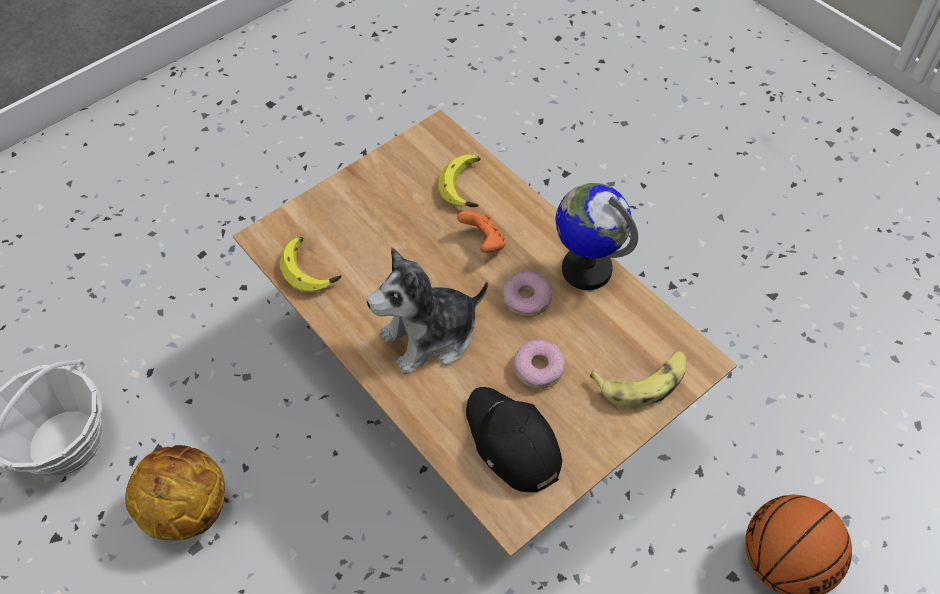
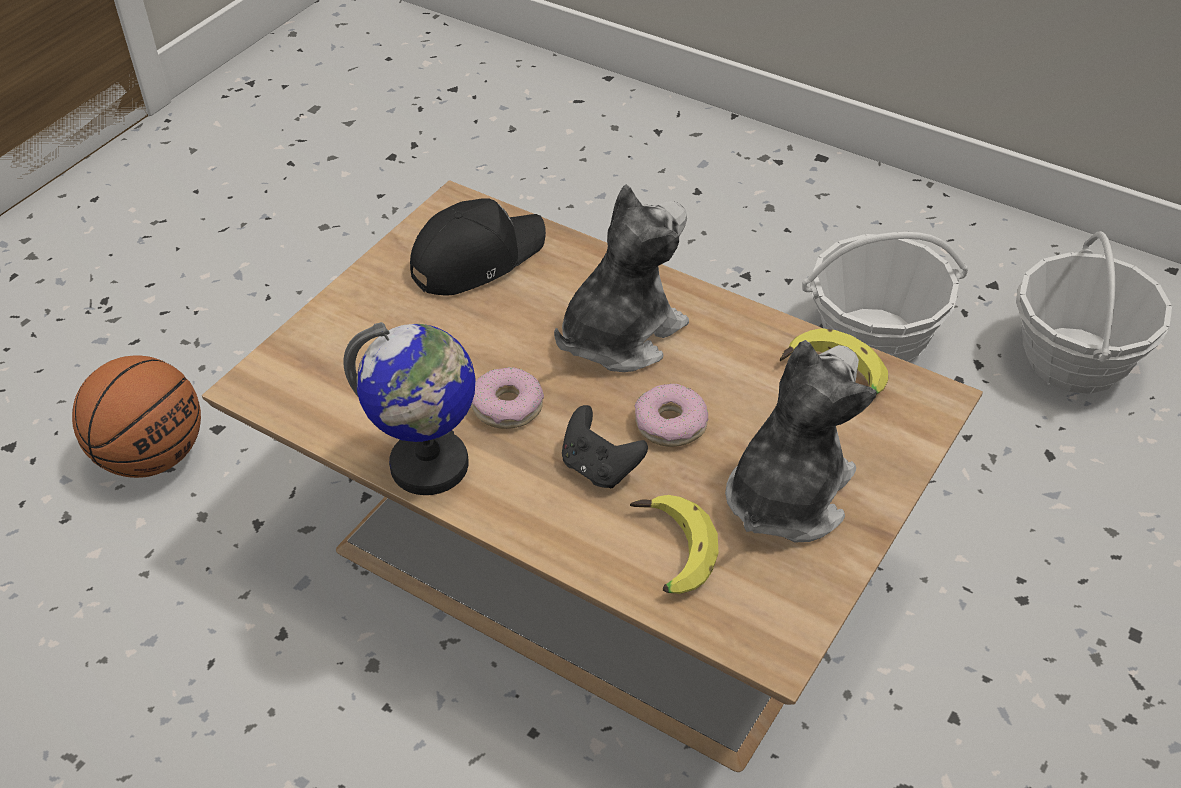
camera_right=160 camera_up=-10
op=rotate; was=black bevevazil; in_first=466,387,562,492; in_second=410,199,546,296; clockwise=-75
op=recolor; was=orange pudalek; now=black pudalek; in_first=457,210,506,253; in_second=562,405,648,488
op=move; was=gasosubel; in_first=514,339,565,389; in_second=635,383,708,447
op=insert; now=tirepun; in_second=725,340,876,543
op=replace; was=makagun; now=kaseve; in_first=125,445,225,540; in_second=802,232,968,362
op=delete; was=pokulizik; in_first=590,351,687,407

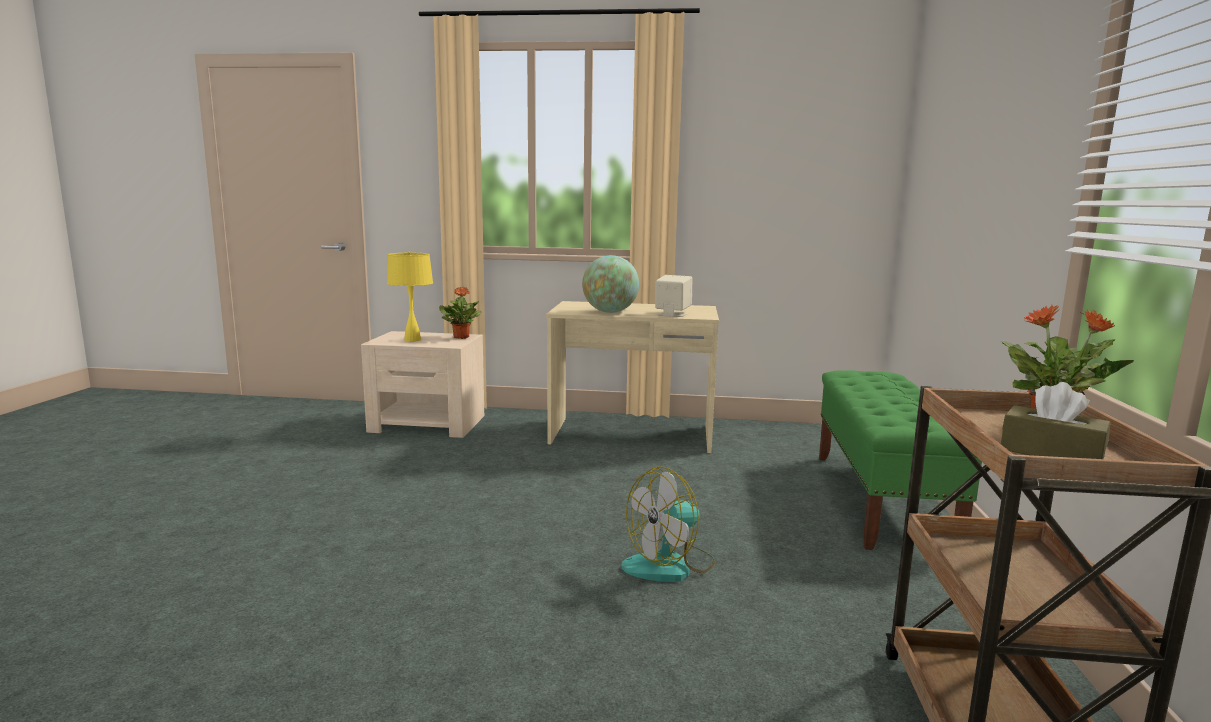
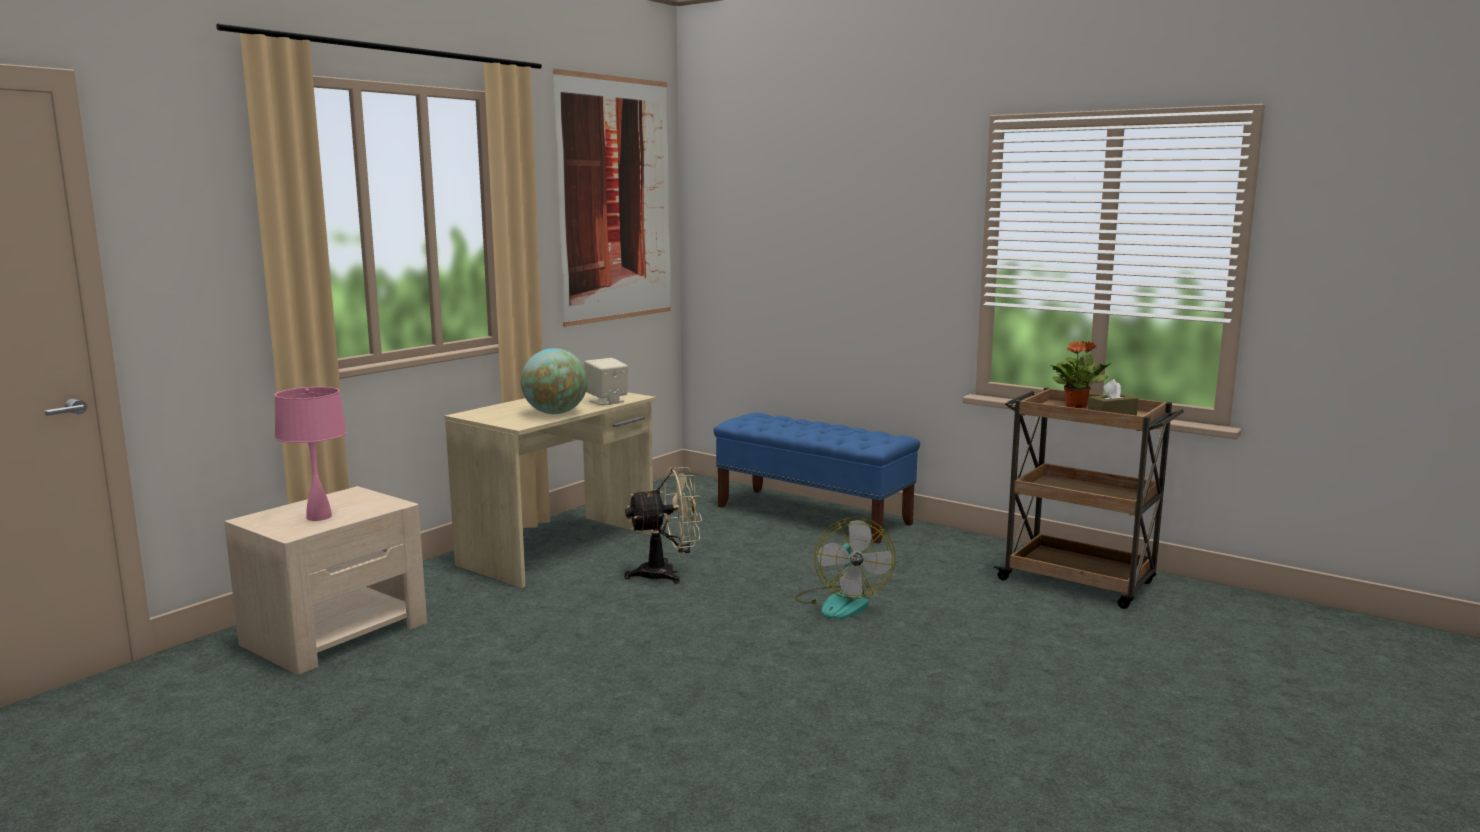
camera_right=-60 camera_up=0
op=recolor; was=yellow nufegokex; now=pink nufegokex; in_first=387,252,433,342; in_second=274,387,347,521
op=insert; now=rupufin; in_second=553,69,671,327
op=insert; now=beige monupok; in_second=624,467,702,584
op=recolor; was=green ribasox; now=blue ribasox; in_first=819,370,982,550; in_second=714,413,920,544
op=delete; was=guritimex; in_first=439,287,482,339

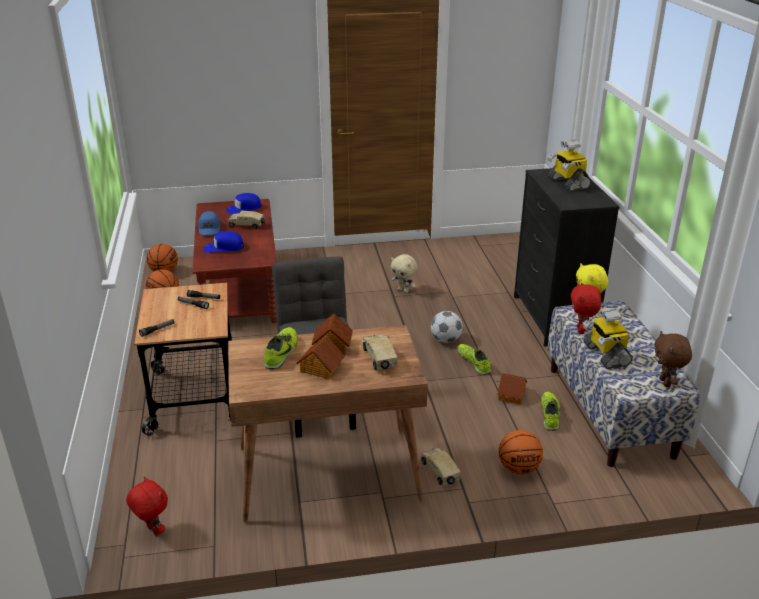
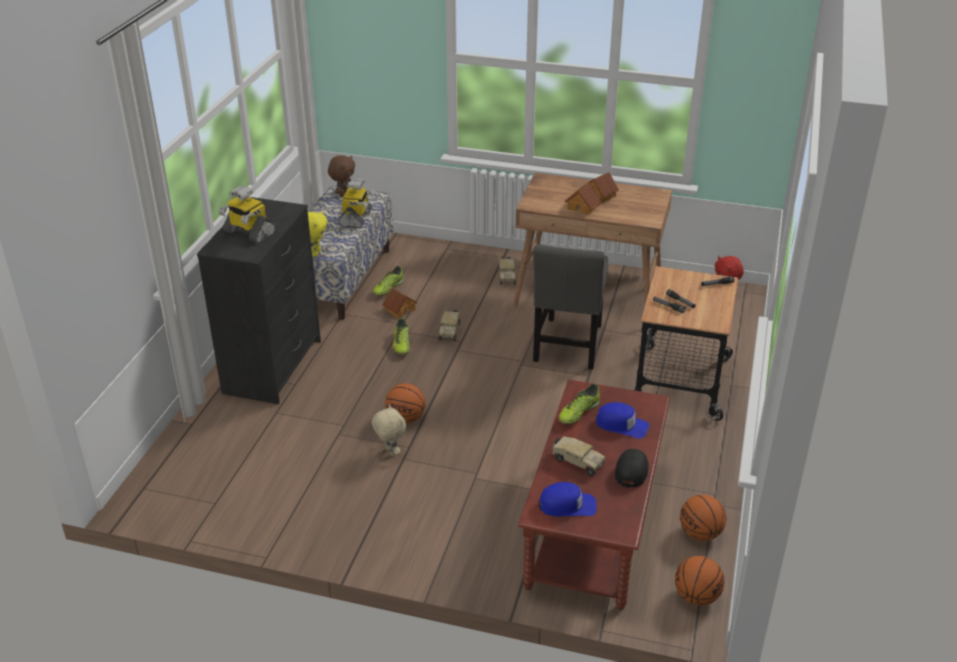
camera_right=-155 camera_up=5
op=rotate; was=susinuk; in_first=547,140,591,191; in_second=218,186,276,244; clockwise=120
op=move; was=makagun; in_first=499,430,543,474; in_second=385,383,425,424
op=move; was=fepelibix; in_first=363,334,398,370; in_second=439,310,460,341
op=move; was=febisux; in_first=264,327,298,370; in_second=559,383,600,425
op=recolor; was=blue bevevazil; now=black bevevazil; in_first=198,211,220,235; in_second=615,449,649,488
op=delete; was=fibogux; in_first=431,311,463,343
op=delete; was=red tirepun; in_first=571,282,601,334

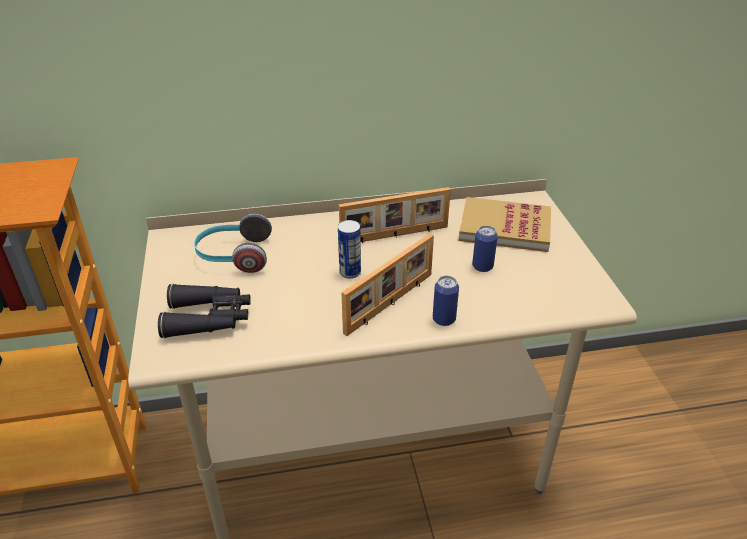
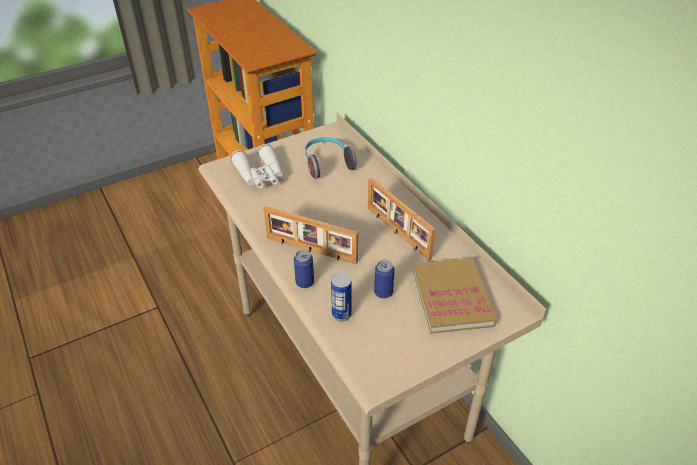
camera_right=70 camera_up=5
op=recolor; was=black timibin; now=white timibin; in_first=158,284,251,338; in_second=230,144,283,188
op=move; was=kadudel; in_first=338,220,361,279; in_second=331,272,352,321

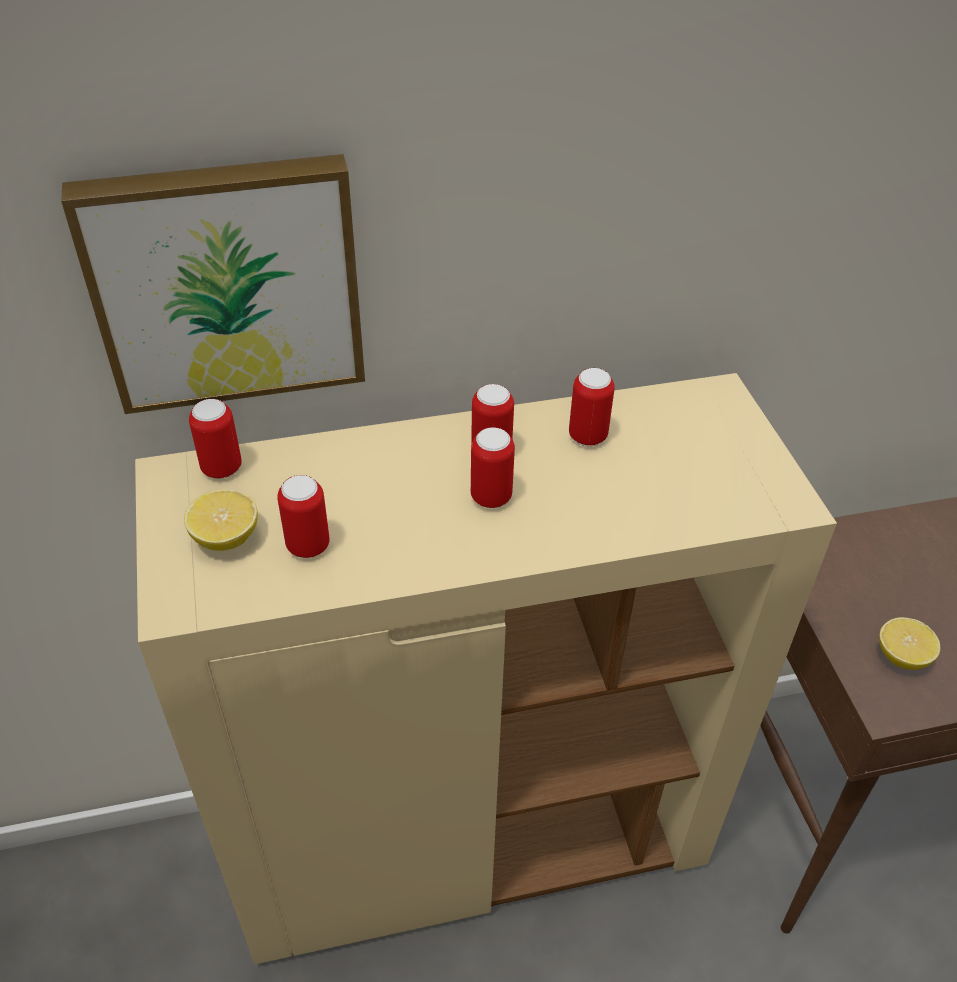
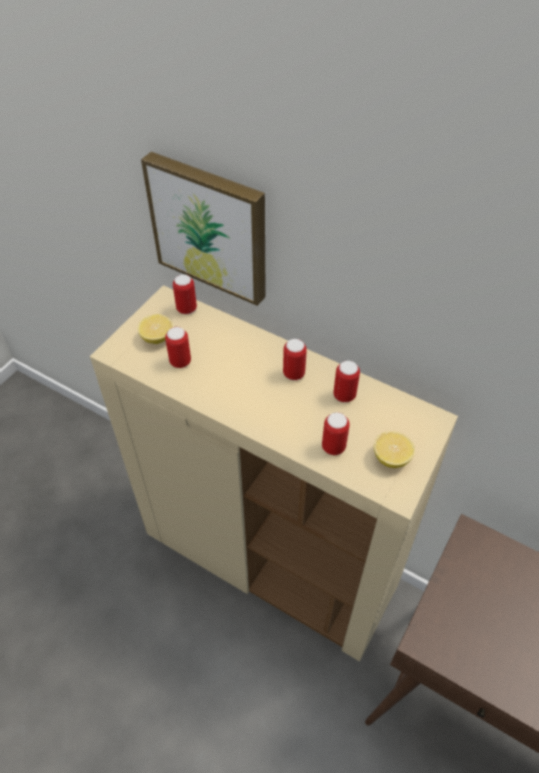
camera_right=45 camera_up=5
op=move; was=kadudel; in_first=471,427,515,508; in_second=322,412,350,455
op=move; was=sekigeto; in_first=879,617,940,670; in_second=374,431,415,468

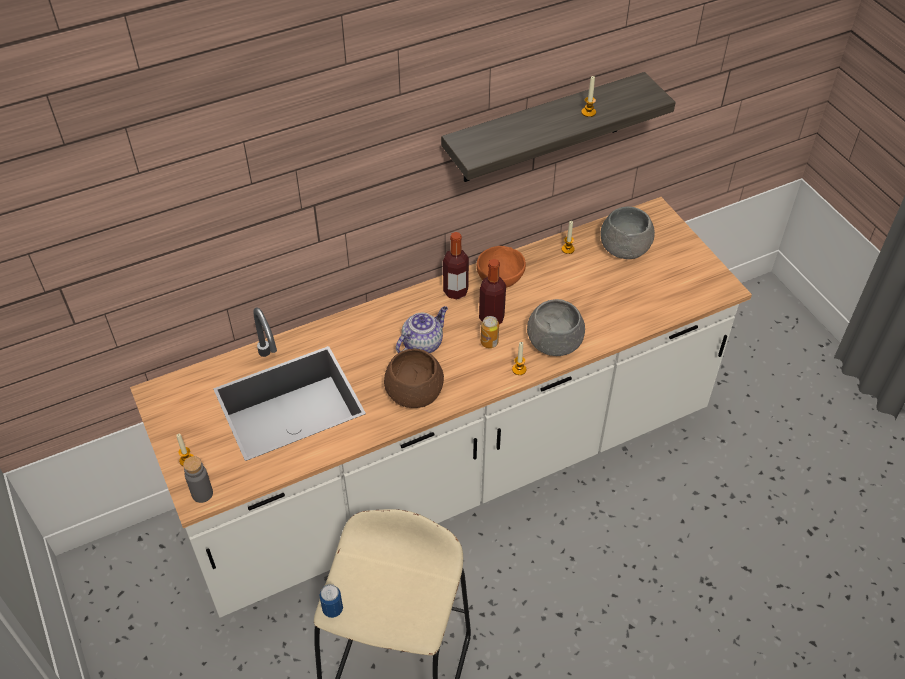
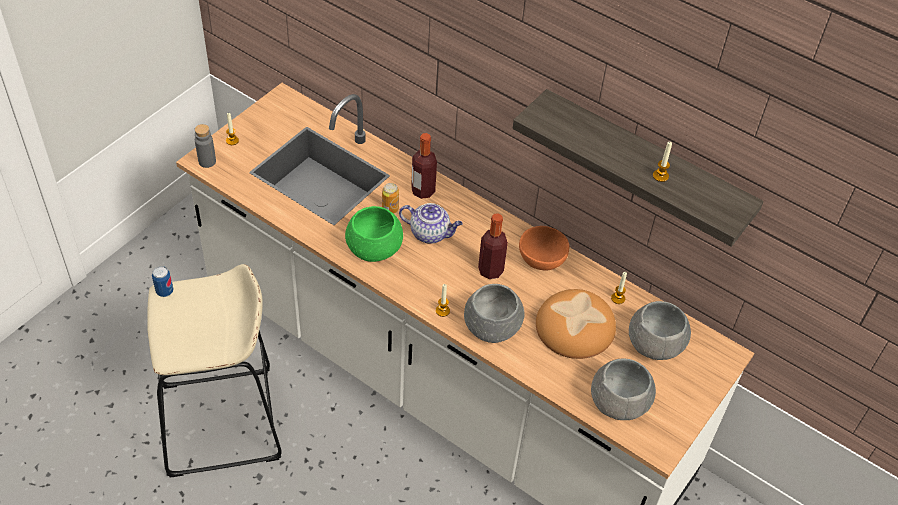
camera_right=60 camera_up=0
op=recolor; was=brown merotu; now=green merotu; in_first=384,349,444,408; in_second=345,206,403,262
op=move; was=kadudel; in_first=481,316,499,348; in_second=382,183,399,214
op=move; was=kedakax; in_first=443,232,469,299; in_second=411,133,437,199
op=insert; now=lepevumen; in_second=536,289,616,359
op=insert; now=grey merotu; in_second=591,359,656,420

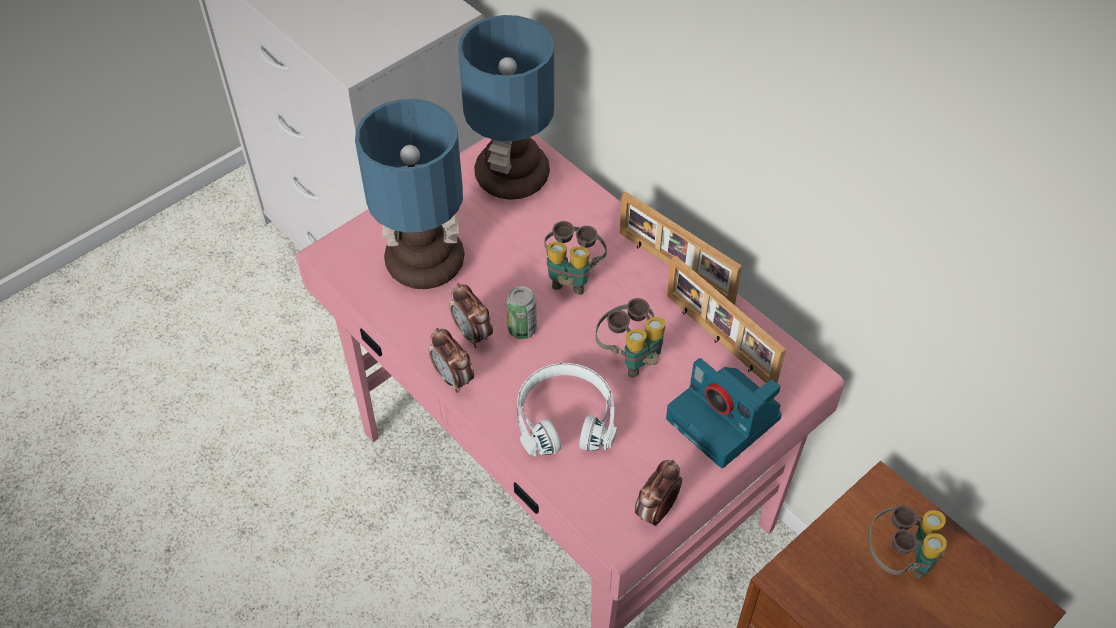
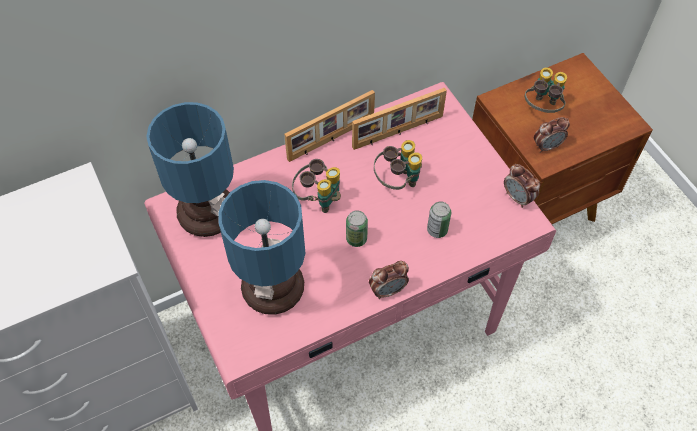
camera_right=-75 camera_up=5
op=replace; was=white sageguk; now=kadudel; in_first=517,363,617,457; in_second=427,201,451,238
op=move; was=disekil; in_first=450,283,493,348; in_second=534,117,570,153
op=delete; was=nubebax; in_first=666,358,782,468

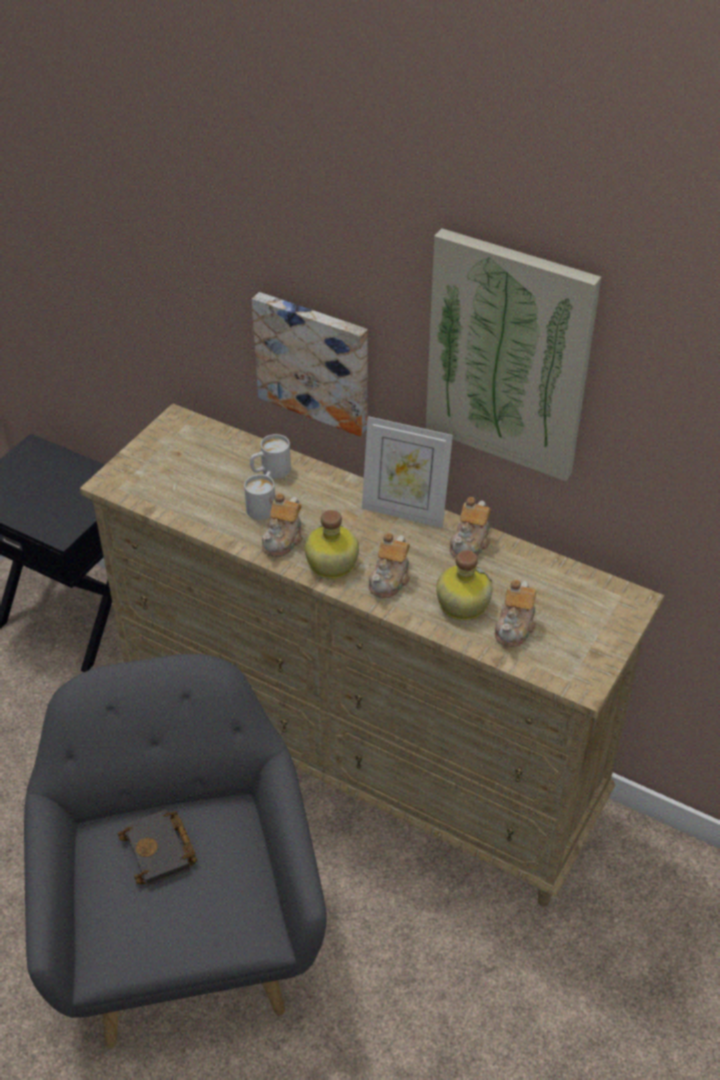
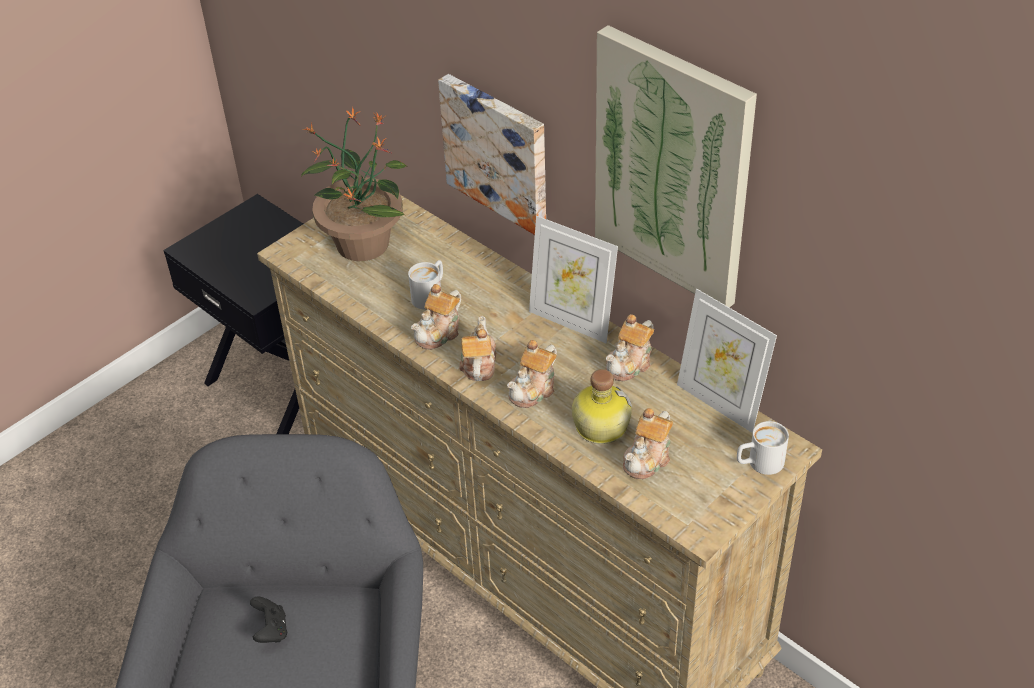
camera_right=15 camera_up=0
op=replace; was=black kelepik; now=black pudalek; in_first=118,809,197,886; in_second=250,597,287,643
op=insert; now=guritimex; in_second=300,107,406,261
op=replace; was=kedakax; now=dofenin; in_first=305,510,359,579; in_second=459,316,496,381
op=insert; now=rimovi; in_second=677,289,777,433
op=move; was=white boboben; in_first=250,434,291,479; in_second=737,421,789,475

